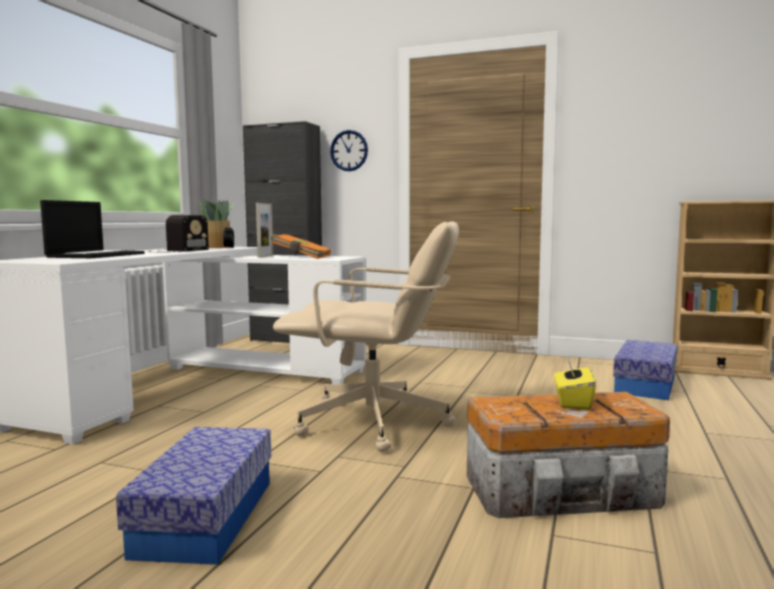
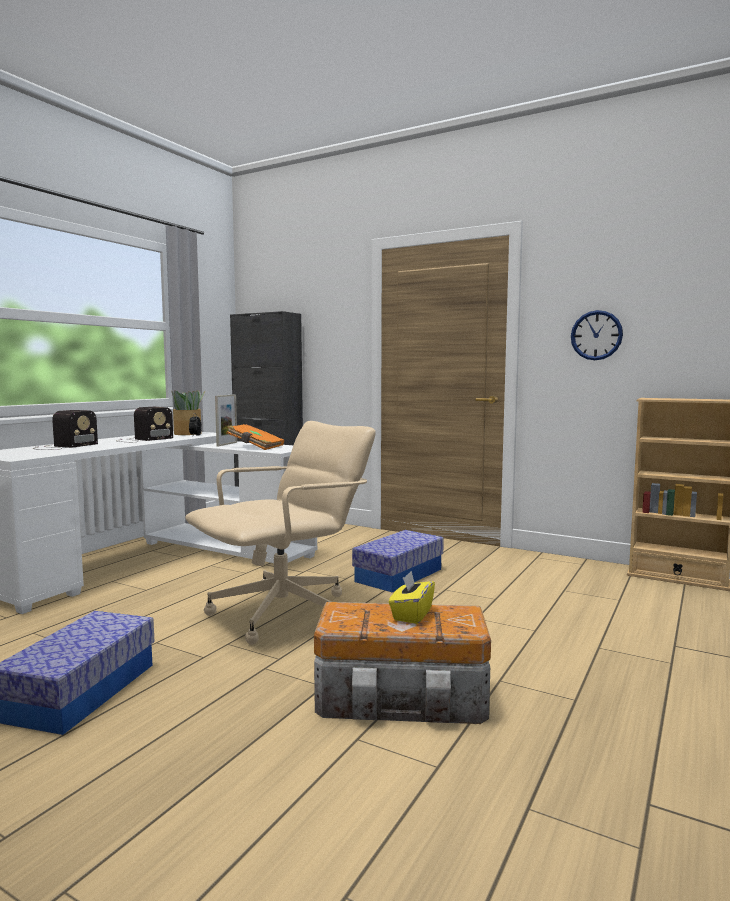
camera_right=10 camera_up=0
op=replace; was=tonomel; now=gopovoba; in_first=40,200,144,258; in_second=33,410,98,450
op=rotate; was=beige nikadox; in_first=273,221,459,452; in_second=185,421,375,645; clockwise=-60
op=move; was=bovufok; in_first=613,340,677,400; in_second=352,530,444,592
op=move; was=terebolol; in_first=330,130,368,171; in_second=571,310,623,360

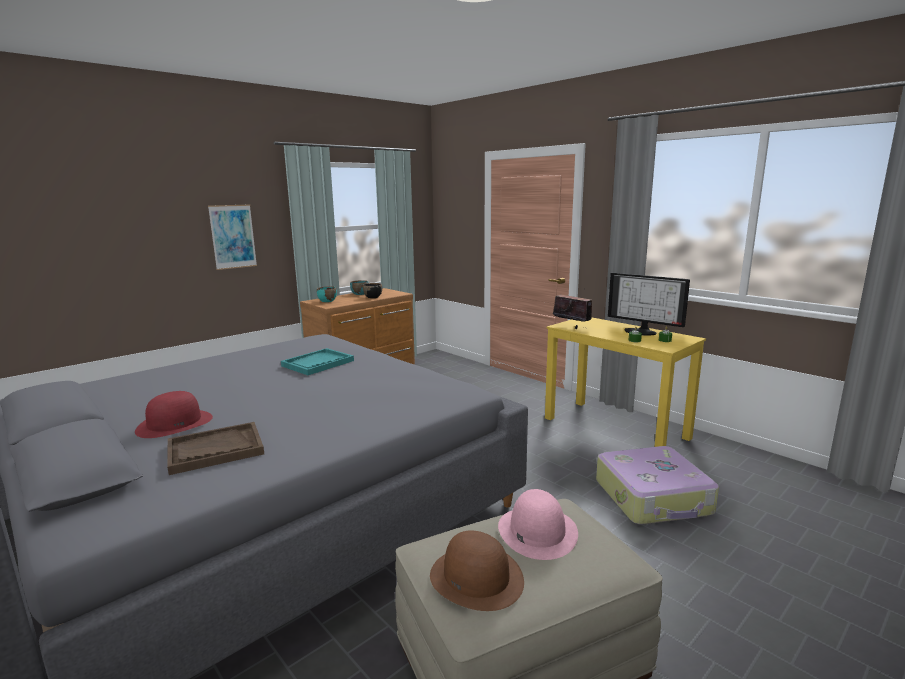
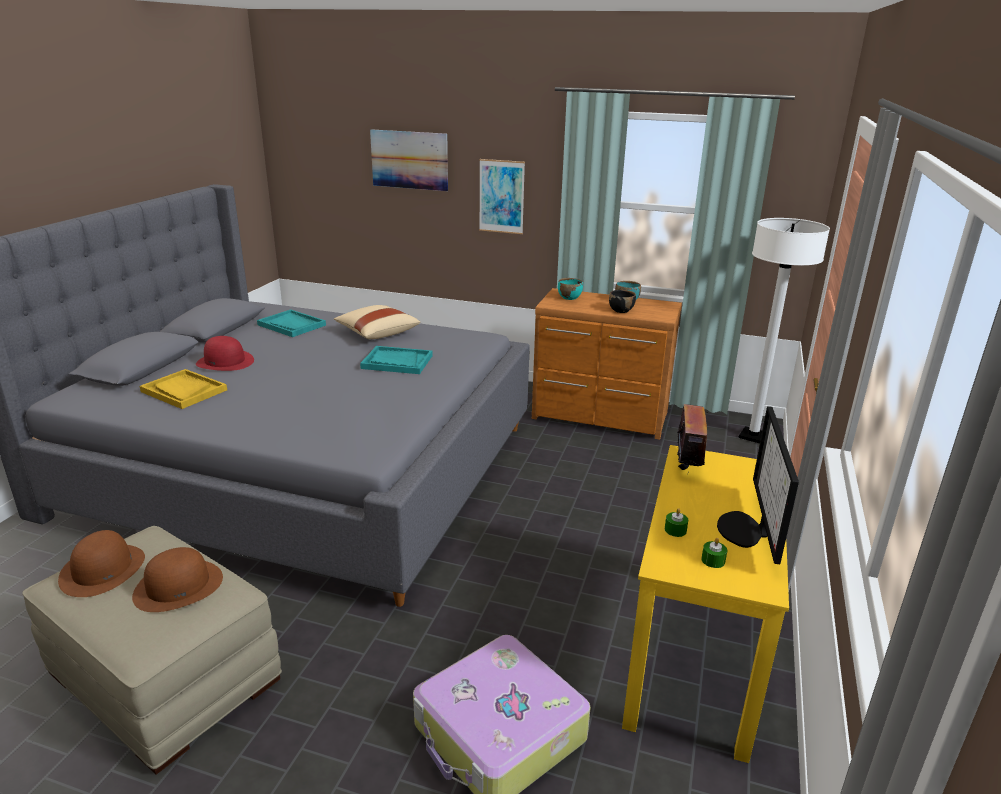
camera_right=60 camera_up=10
op=recolor; was=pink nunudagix; now=brown nunudagix; in_first=498,489,578,560; in_second=132,547,223,612
op=recolor; was=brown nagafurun; now=yellow nagafurun; in_first=167,422,264,475; in_second=140,369,227,409
op=insert; now=turquoise nagafurun; in_second=257,310,326,337
op=insert; now=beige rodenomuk; in_second=334,305,420,339
op=insert; now=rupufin; in_second=370,129,448,191
op=insert; now=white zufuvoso; in_second=738,218,830,443

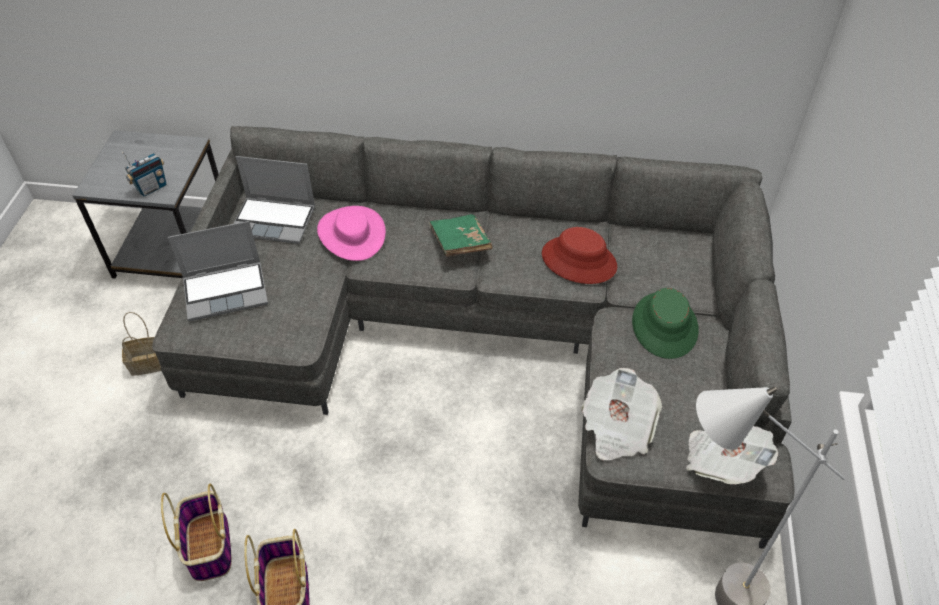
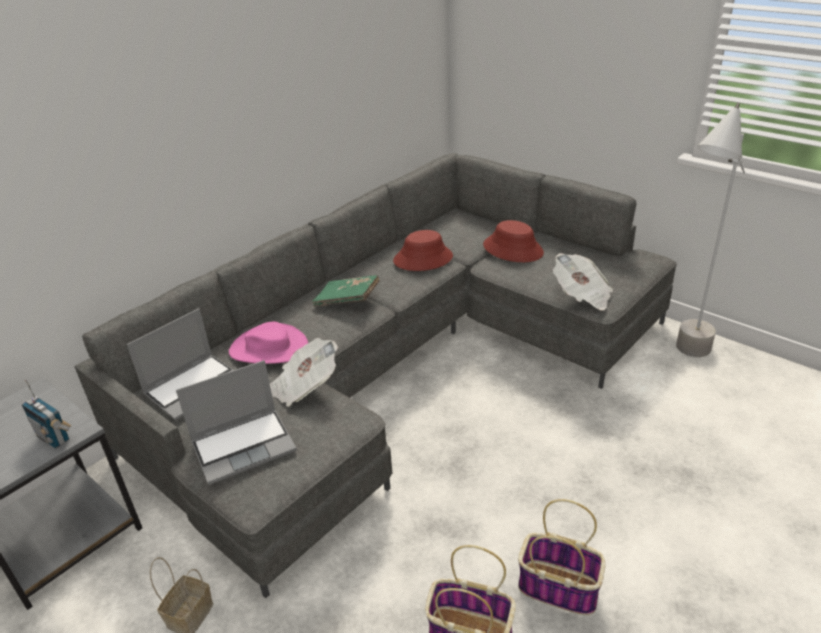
camera_right=-55 camera_up=-15
op=rotate; was=gopovoba; in_first=122,152,166,197; in_second=22,380,71,449; clockwise=135
op=rotate; was=tonomel; in_first=168,221,268,321; in_second=176,360,297,485; clockwise=45
op=move; was=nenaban; in_first=686,426,778,484; in_second=270,338,338,407
op=recolor; was=green nunudagix; now=red nunudagix; in_first=632,288,699,359; in_second=483,220,544,262

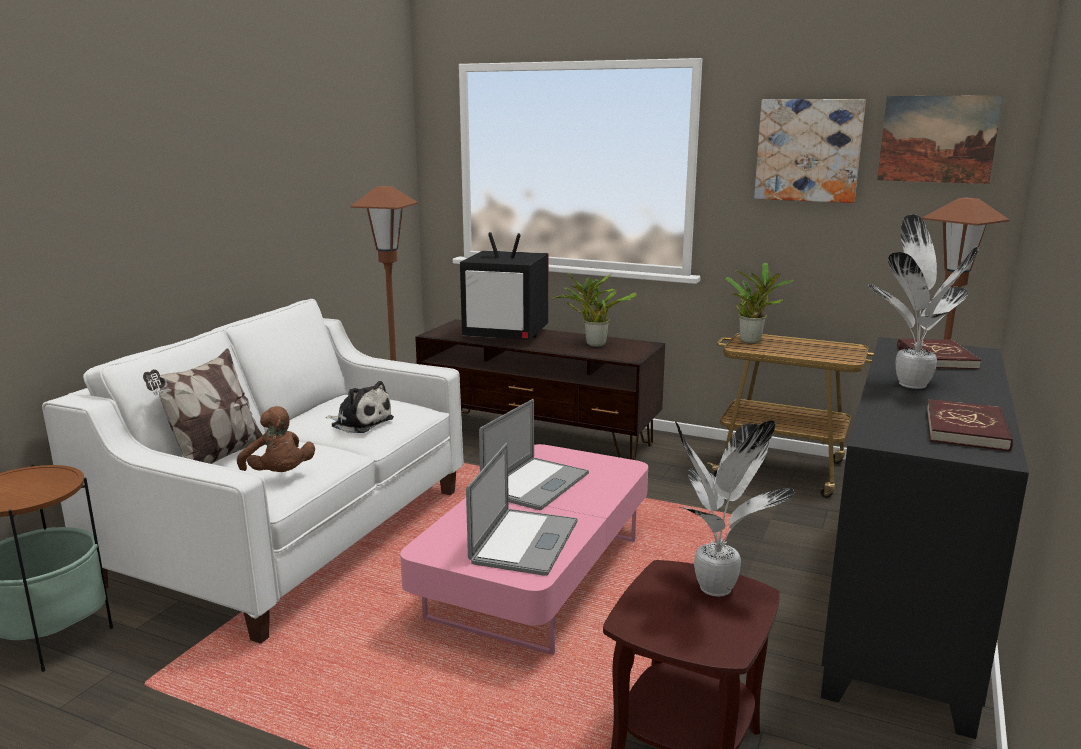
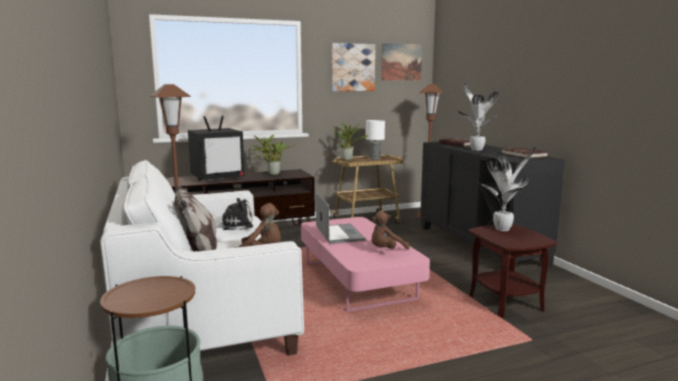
camera_right=-45 camera_up=-5
op=insert; now=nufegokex; in_second=366,120,385,159
op=replace; was=tonomel; now=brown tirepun; in_first=466,443,578,576; in_second=371,211,409,250

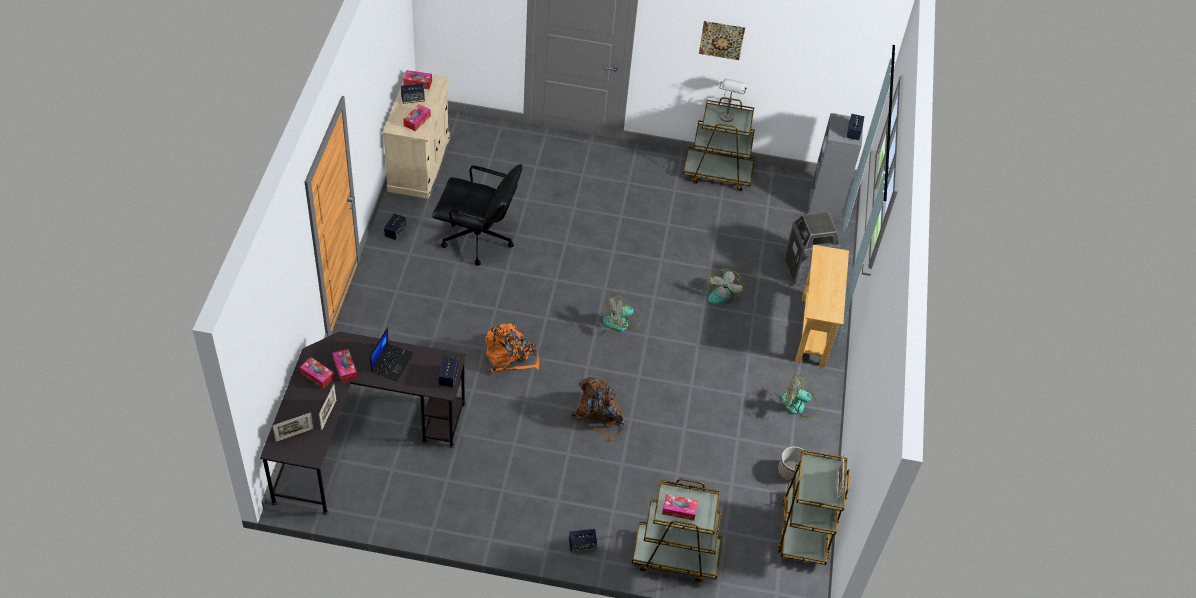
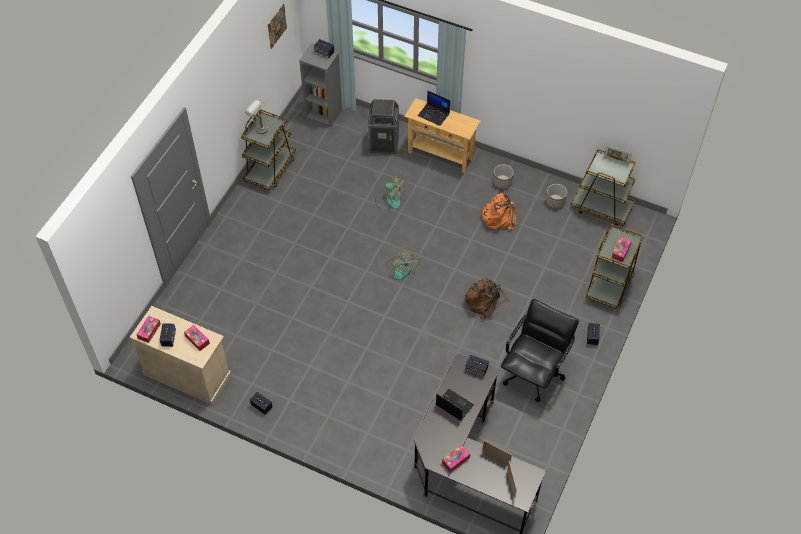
camera_right=-70 camera_up=5
op=move; was=rupufin; in_first=699,21,745,60; in_second=268,4,287,49
op=insert; now=tonomel; in_second=418,91,450,126
op=move; was=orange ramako; in_first=485,323,539,373; in_second=480,193,517,230
op=replace; was=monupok; now=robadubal; in_first=782,375,818,417; in_second=493,164,514,189
op=move; was=black nikadox; in_first=432,164,522,266; in_second=501,299,579,402
op=delete; was=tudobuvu; in_first=333,349,357,382

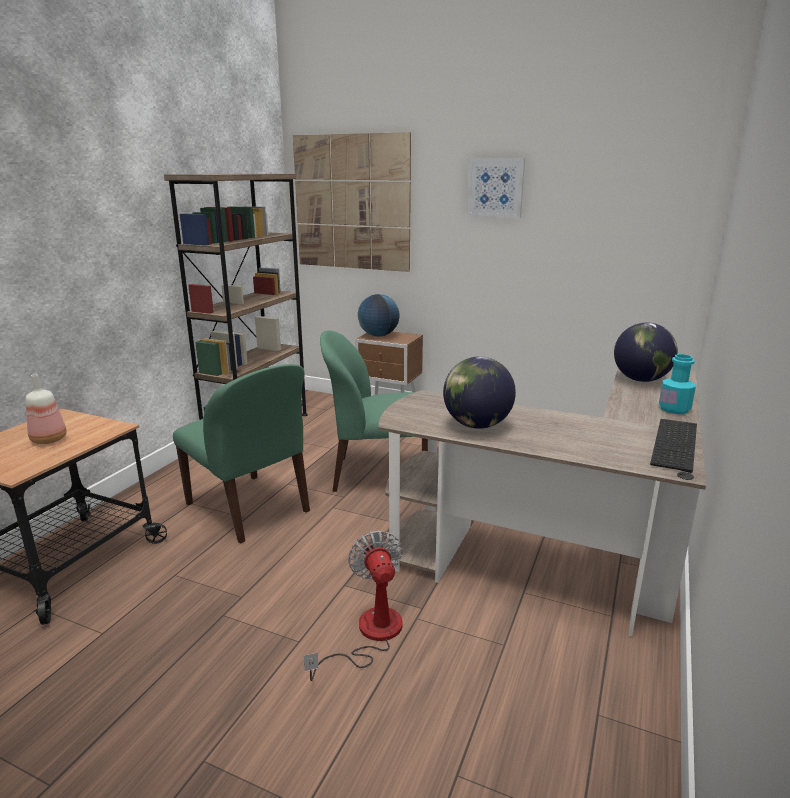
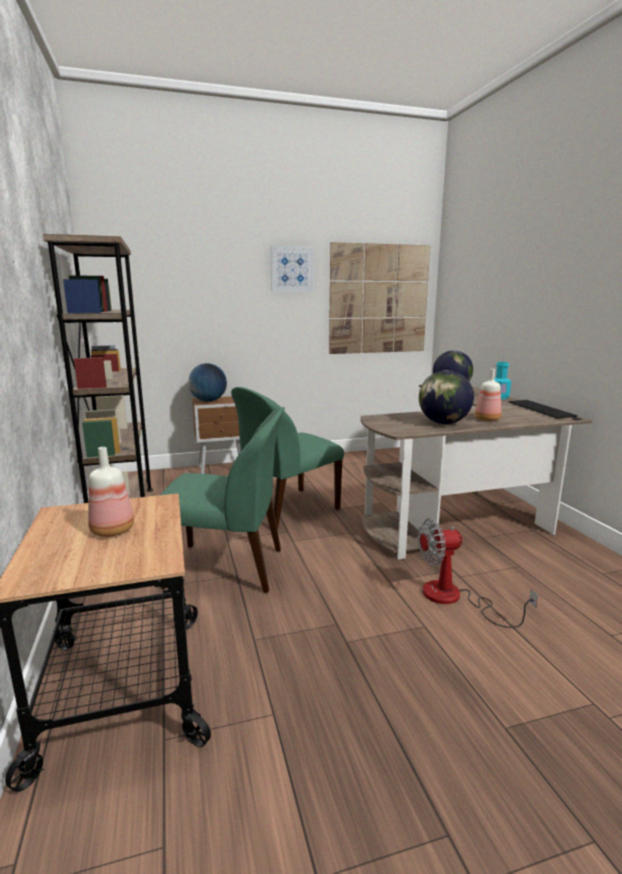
camera_right=-40 camera_up=-5
op=move; was=rupufin; in_first=293,132,411,272; in_second=329,242,430,354
op=rotate; was=monupok; in_first=304,530,403,681; in_second=418,518,538,628; clockwise=-45
op=insert; now=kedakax; in_second=475,369,501,421

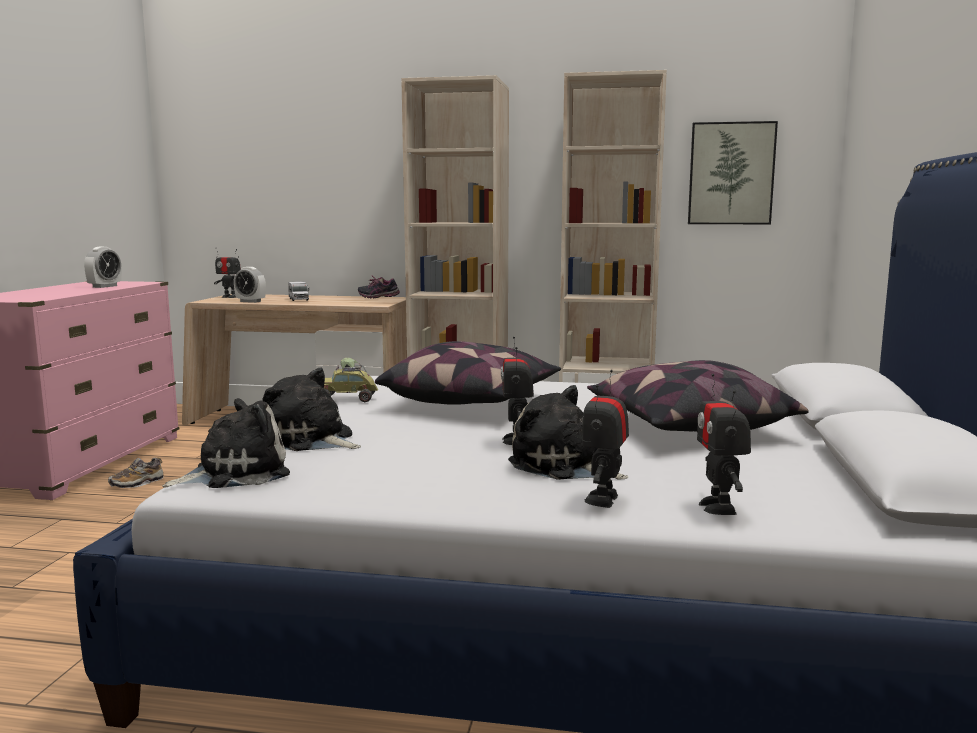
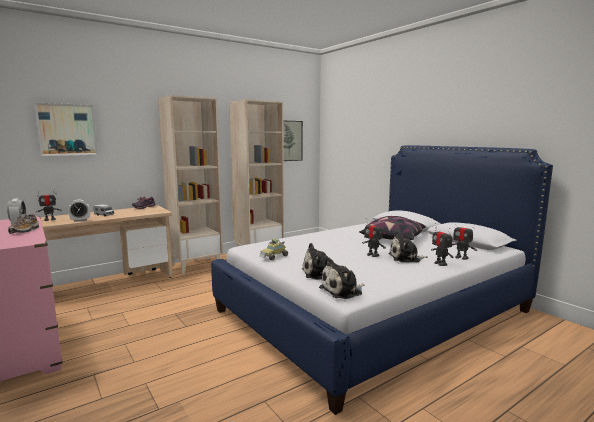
camera_right=-45 camera_up=0
op=move; was=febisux; in_first=108,457,164,488; in_second=8,214,39,234
op=insert; now=rupufin; in_second=34,103,98,156
op=rotate; was=tirepun; in_first=162,398,290,488; in_second=319,257,364,299; clockwise=-135
op=delete; was=rodenomuk; in_first=375,341,561,405

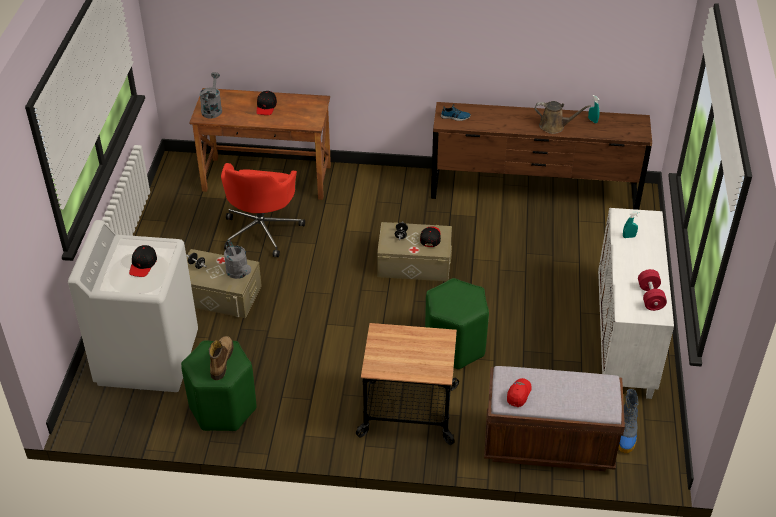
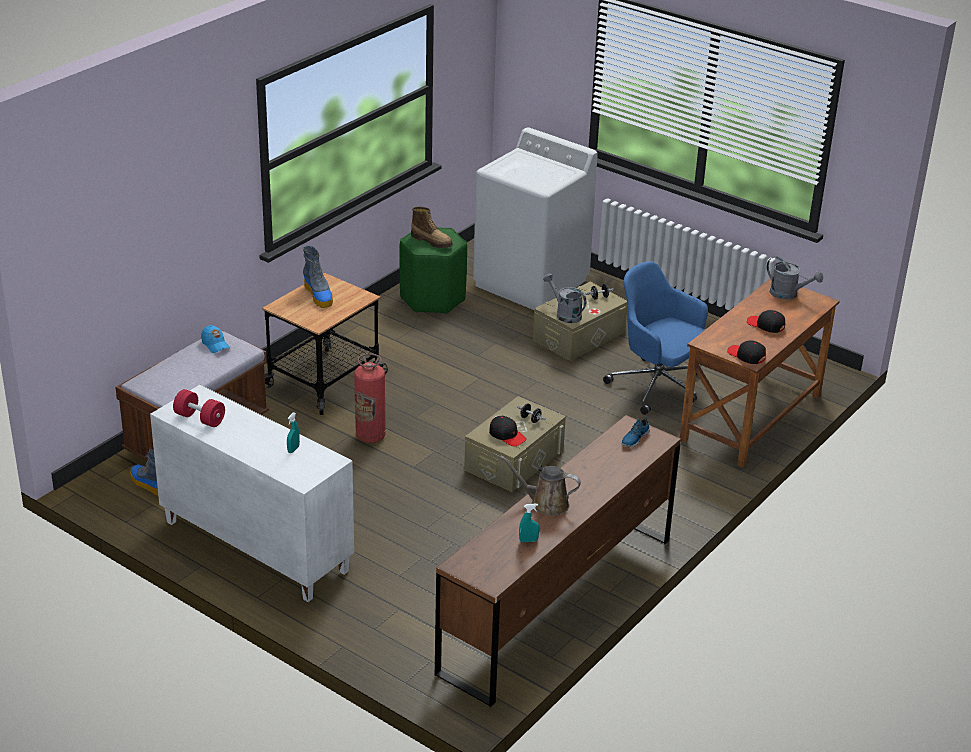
camera_right=120 camera_up=-10
op=recolor; was=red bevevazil; now=blue bevevazil; in_first=507,378,532,407; in_second=201,325,230,353
op=insert; now=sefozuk; in_second=303,246,333,308
op=replace; was=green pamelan; now=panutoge; in_first=425,278,489,370; in_second=354,353,386,443
op=rotate; was=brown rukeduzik; in_first=535,101,591,134; in_second=500,456,581,516; clockwise=60
op=rotate; was=grey rukeduzik; in_first=224,240,251,279; in_second=543,273,586,323; clockwise=45
op=recolor; was=red nikadox; now=blue nikadox; in_first=221,163,305,257; in_second=603,261,708,415
op=move; was=black bevevazil; in_first=129,245,157,277; in_second=727,340,766,364

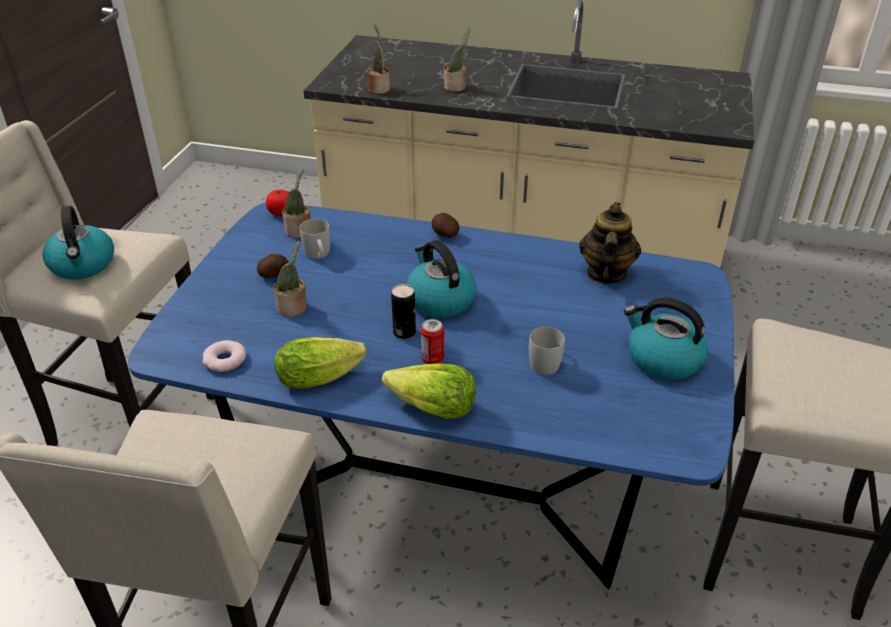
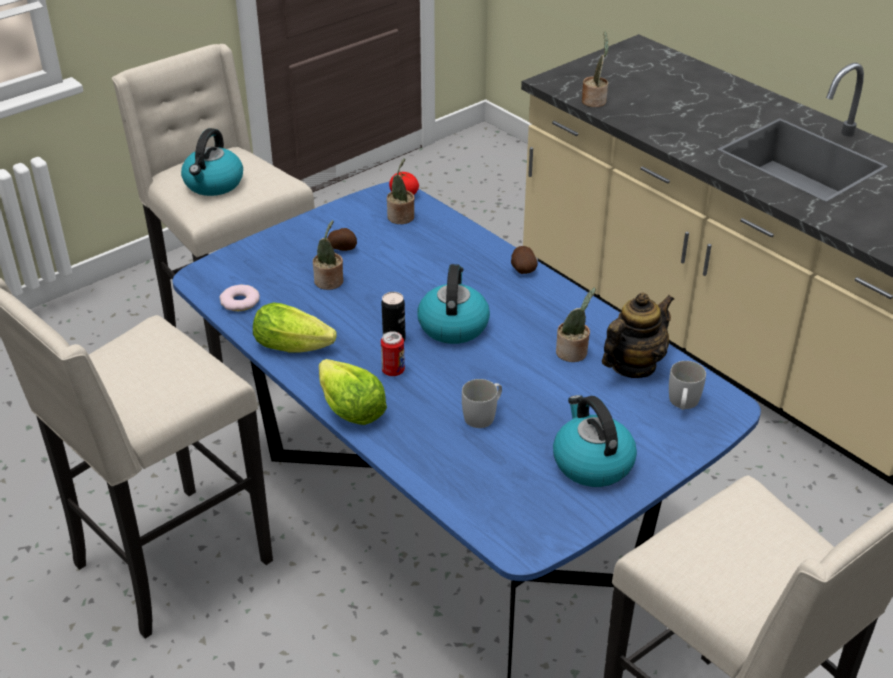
camera_right=35 camera_up=0
op=move; was=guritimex; in_first=444,27,470,92; in_second=556,287,596,362
op=move; was=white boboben; in_first=300,219,330,259; in_second=669,361,706,410

